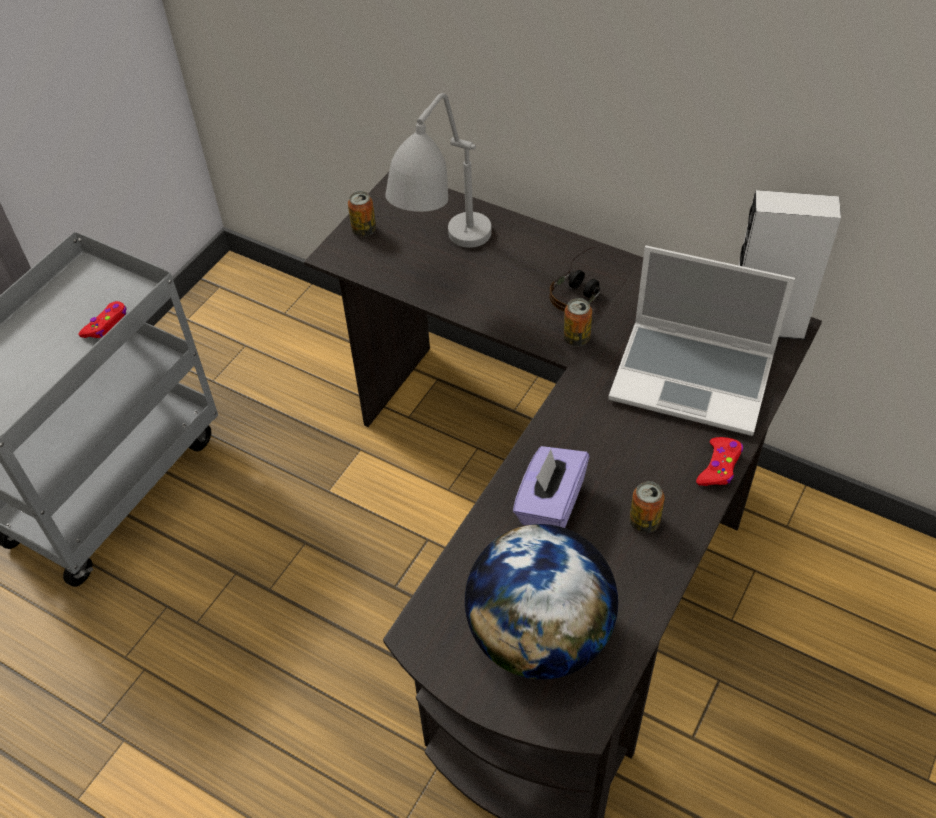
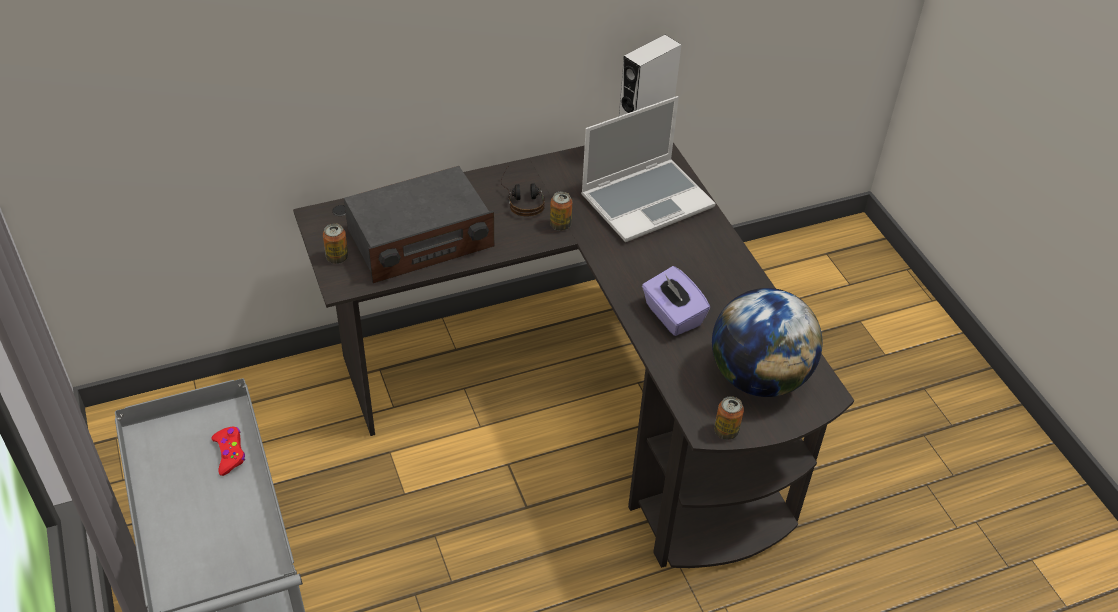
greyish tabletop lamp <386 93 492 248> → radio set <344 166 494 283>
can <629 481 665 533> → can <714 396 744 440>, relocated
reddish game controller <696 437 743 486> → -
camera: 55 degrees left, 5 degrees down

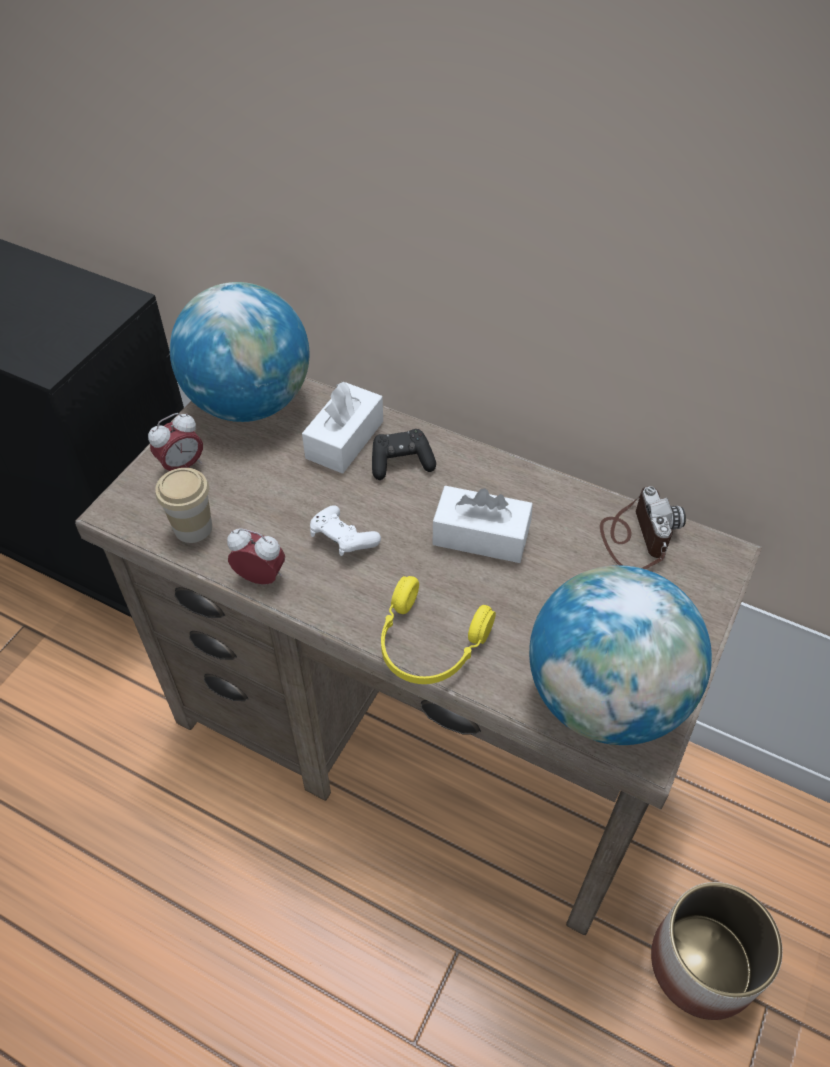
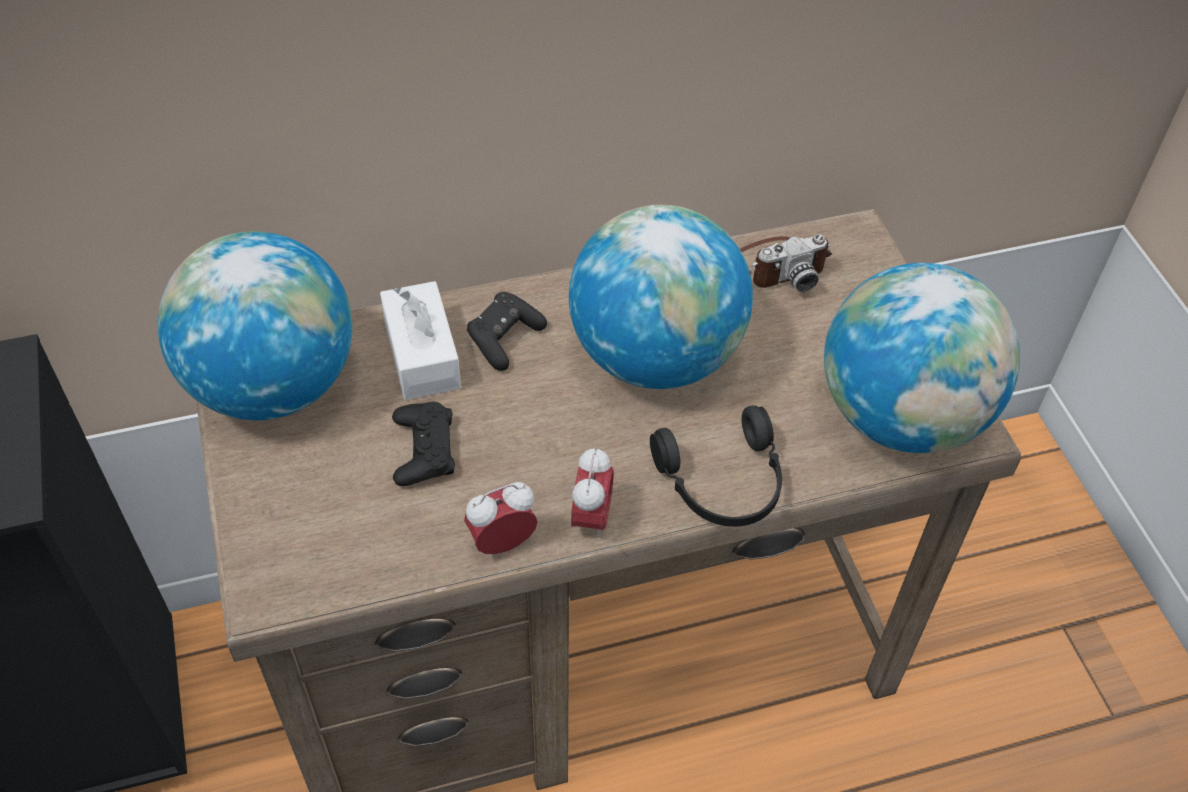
- → black game controller <392 402 455 486>
white box of tissues <432 486 533 563> → desk globe <569 205 753 389>
alarm clock <148 413 203 471> → alarm clock <571 447 614 541>, relocated
yellow pair of headphones <381 576 496 684> → black pair of headphones <650 406 782 527>
photo camera <600 486 686 569> → photo camera <740 234 832 292>, 120 degrees clockwise
drinking cup <155 468 212 543> → -
white game controller <310 505 381 556> → -
flower pot <651 882 783 1020> → -
camera: 45 degrees left, 0 degrees up

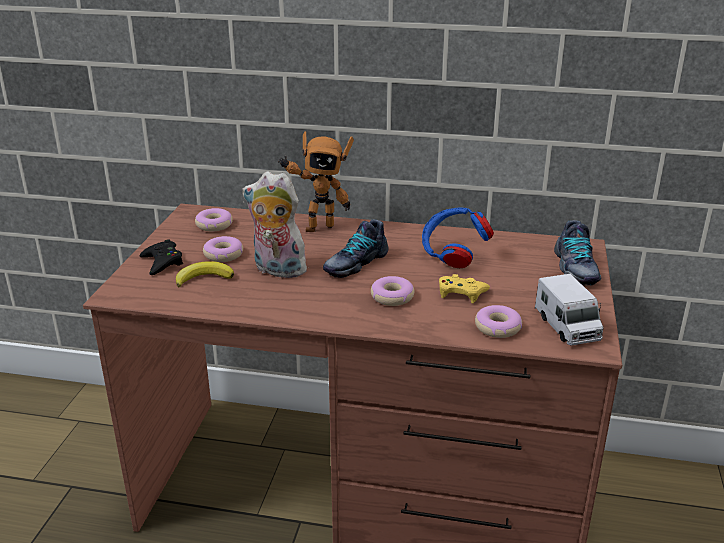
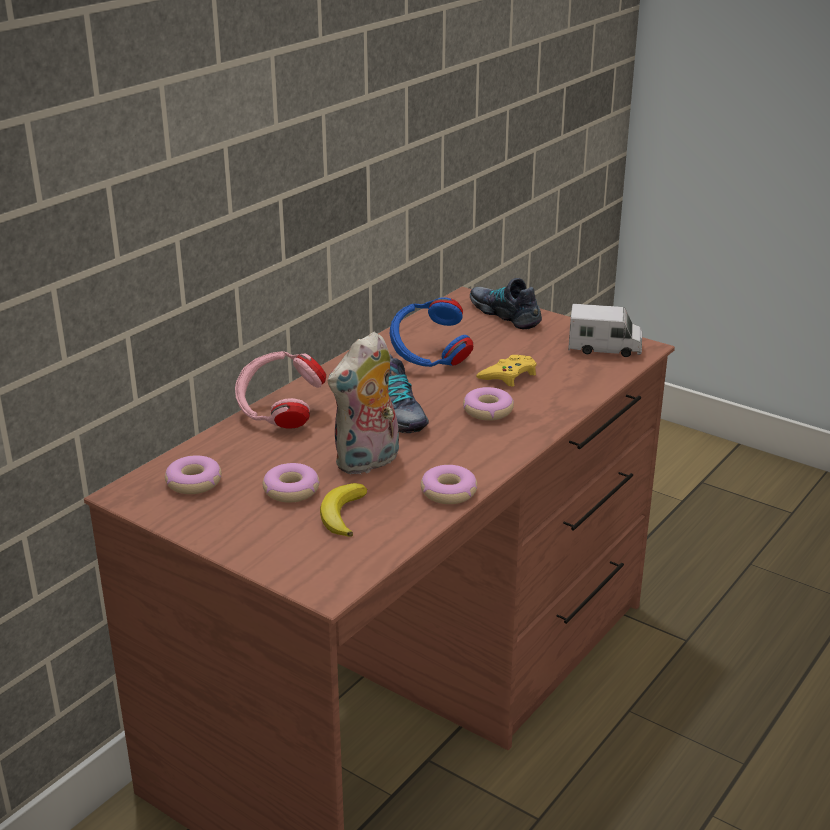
model robot <278 131 354 232> → pink-coloured pair of headphones <235 351 326 428>
donut <475 305 522 338> → donut <421 465 477 504>, relocated
item of footwear <554 220 601 285> → item of footwear <470 278 542 330>, 150 degrees counterclockwise
black game controller <140 239 183 275> → -
camera: 65 degrees left, 0 degrees up

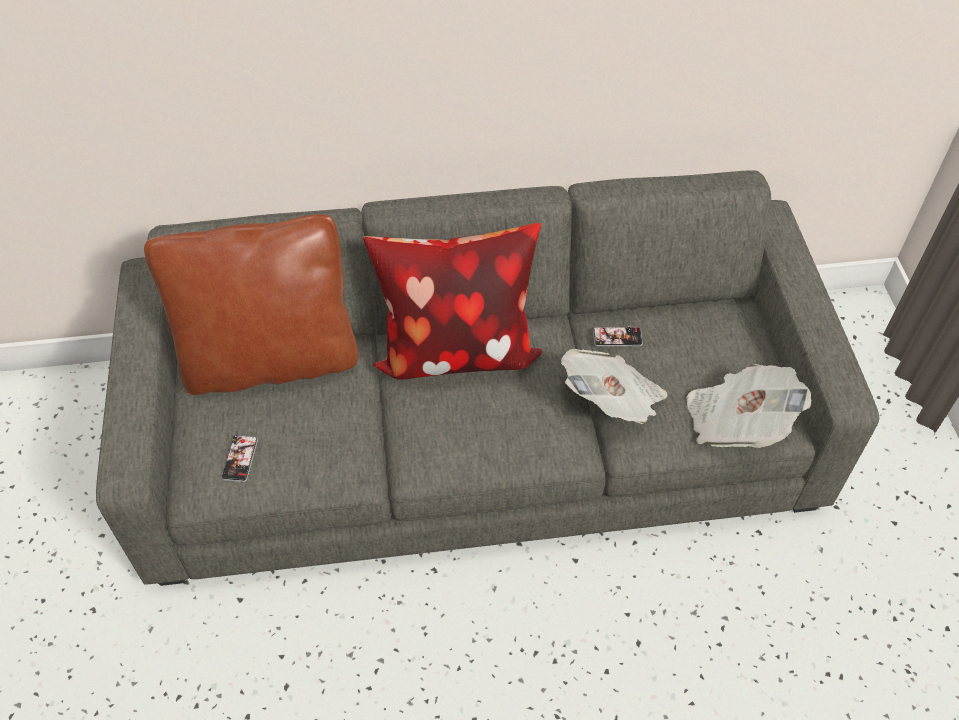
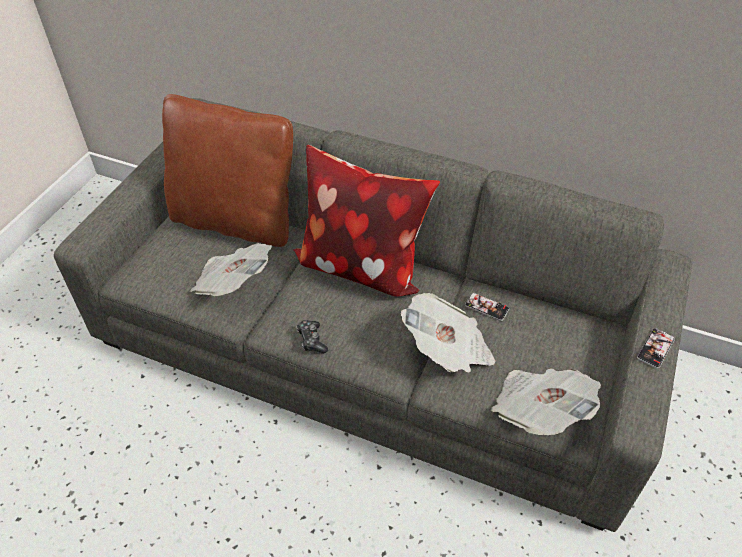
- → newspaper <190 243 272 296>
- → game controller <296 320 328 354>
handset <221 435 258 482> → handset <637 328 675 369>, relocated
camera: 30 degrees right, 5 degrees down

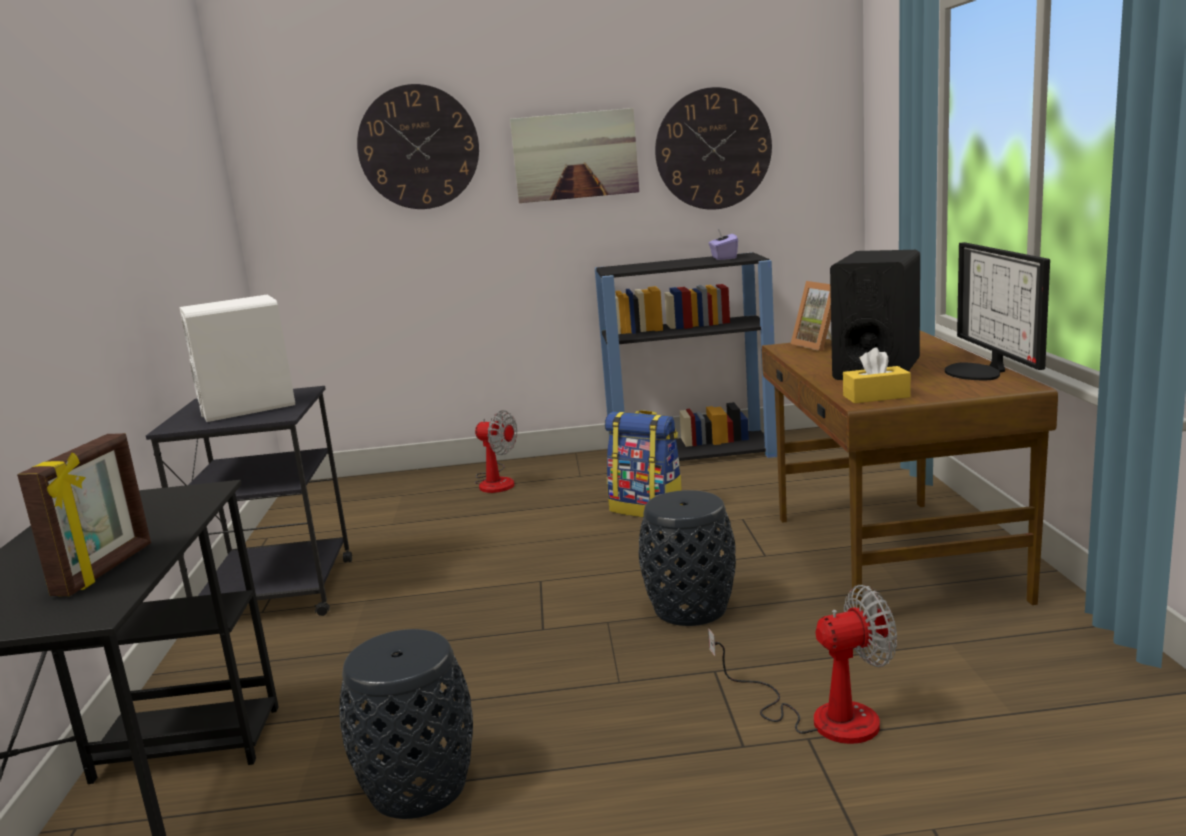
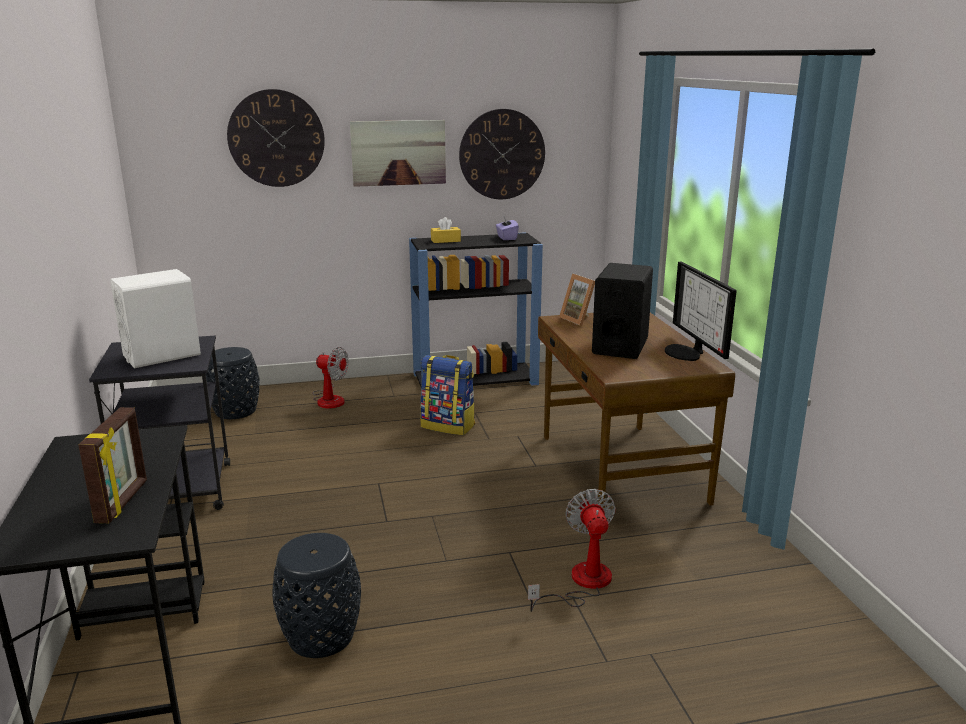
black sitting stool <639 490 736 626> → black sitting stool <206 347 260 419>, relocated
yellow box of tissues <843 347 911 404> → yellow box of tissues <431 217 461 243>, relocated
fan <708 585 897 744> → fan <528 489 615 612>, 75 degrees counterclockwise
camera: 10 degrees left, 5 degrees up

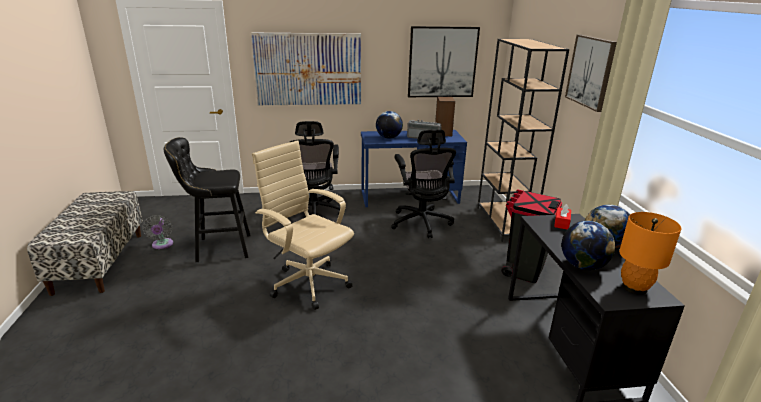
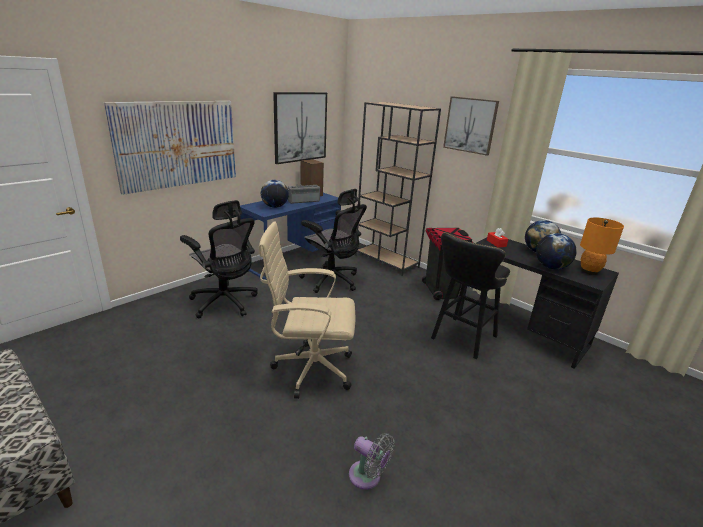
greyish fan <142 215 173 249> → greyish fan <349 433 394 490>, relocated
black sitting stool <164 137 250 262> → black sitting stool <431 232 510 359>, relocated
camera: 40 degrees left, 0 degrees up

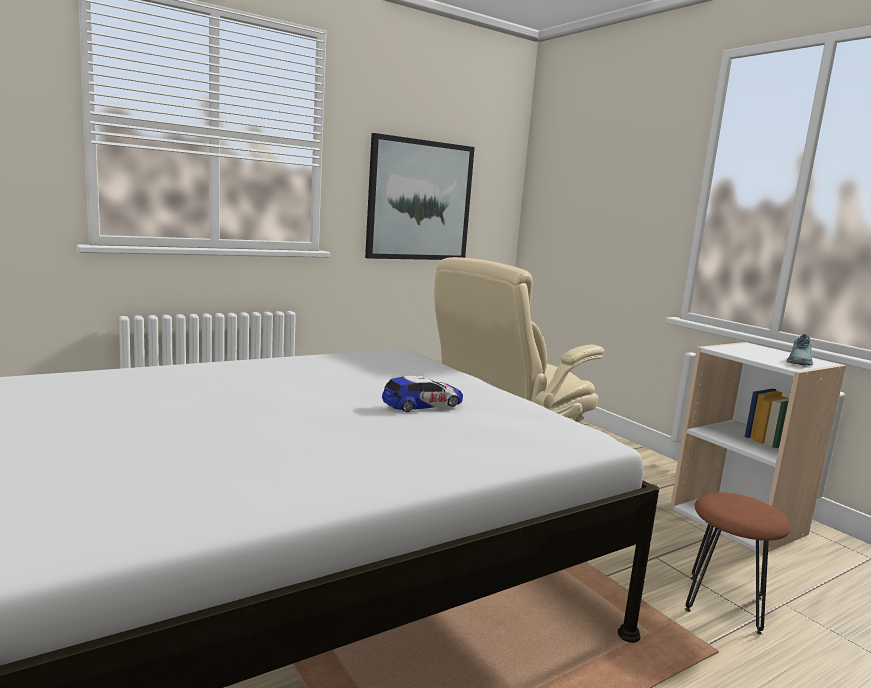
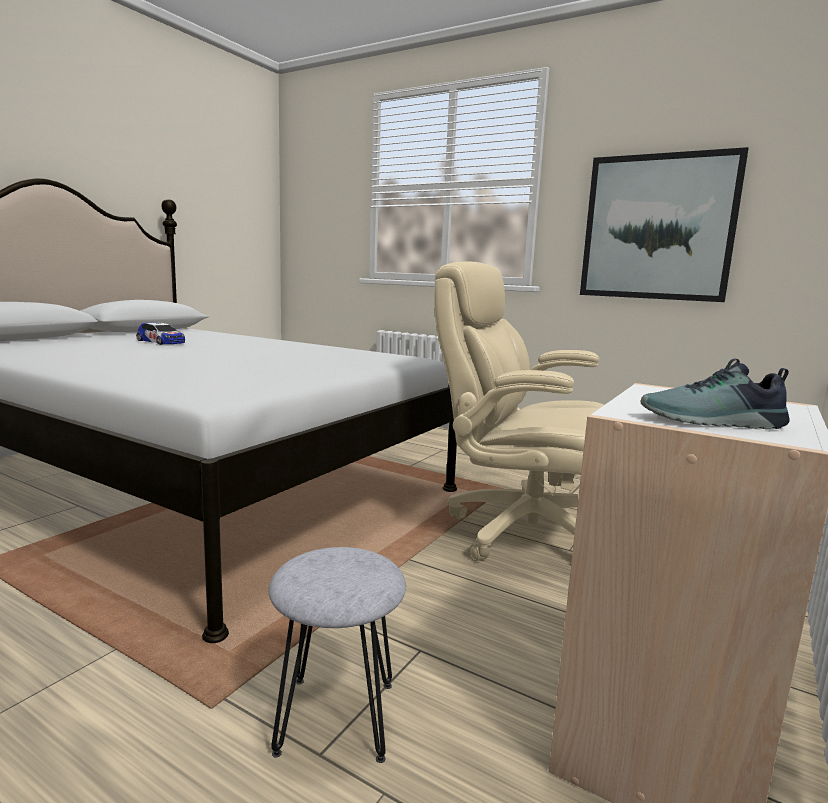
toy car <382 376 463 412> → toy car <136 322 185 345>, relocated
brown-coloured sitting stool <685 492 791 635> → greyish sitting stool <269 547 406 763>
camera: 65 degrees right, 0 degrees up

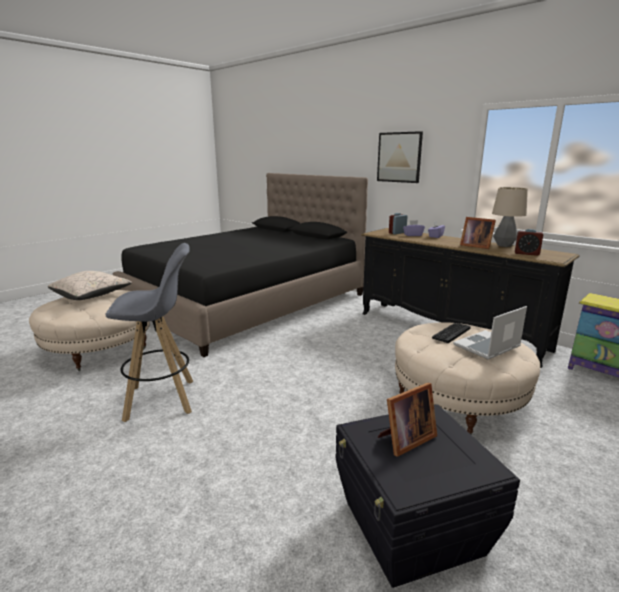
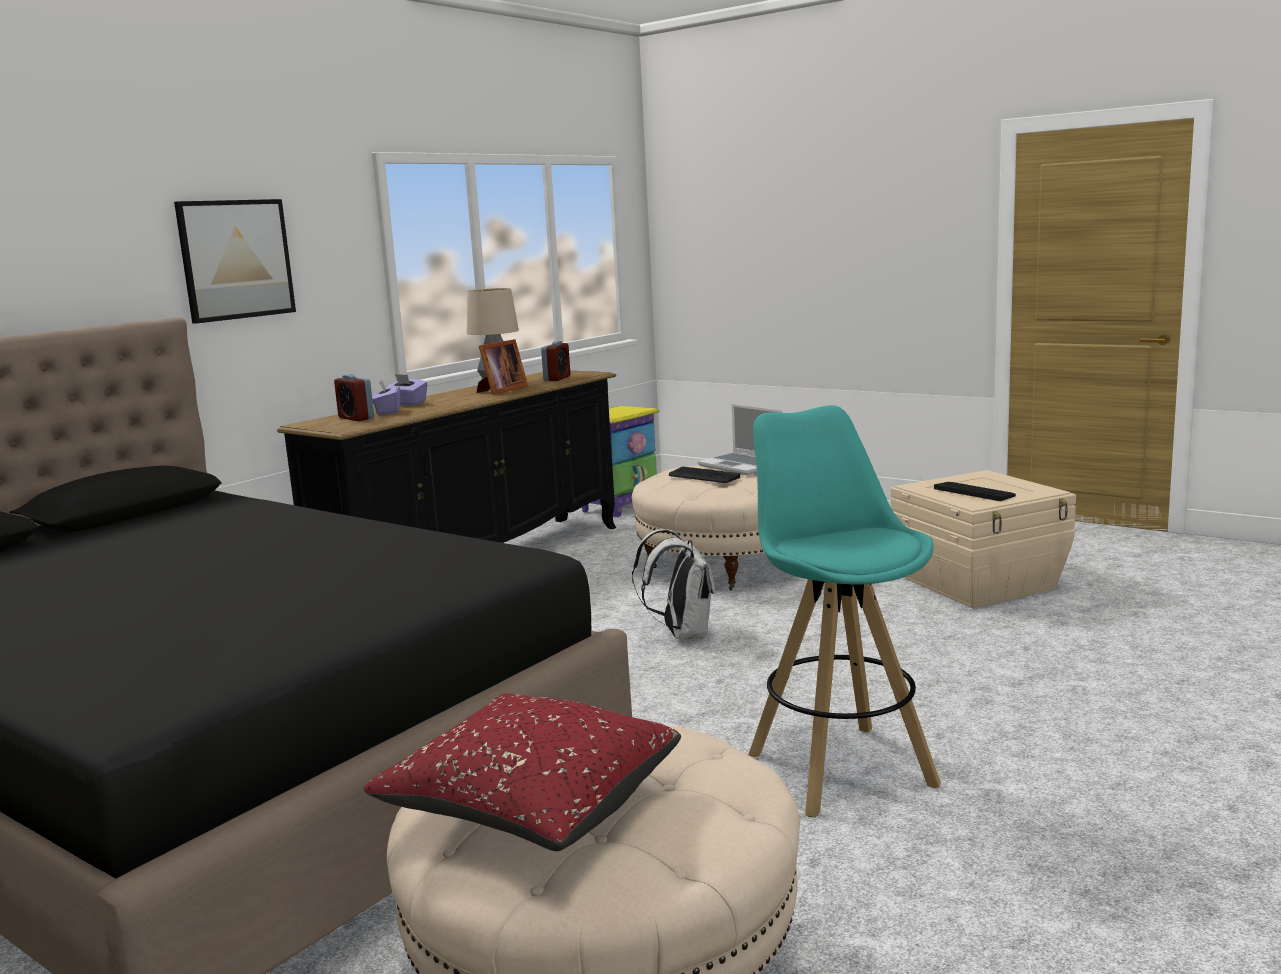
beige throw pillow <48 271 132 300> → reddish throw pillow <363 693 681 851>
- → white knapsack <632 529 715 639>
greyish sitting stool <105 243 193 422> → turquoise-coloured sitting stool <748 405 941 818>
black storage box <336 404 520 588> → beige storage box <891 470 1076 608>
standing frame <377 383 437 457> → keyboard <934 482 1016 501>
camera: 95 degrees left, 5 degrees down

